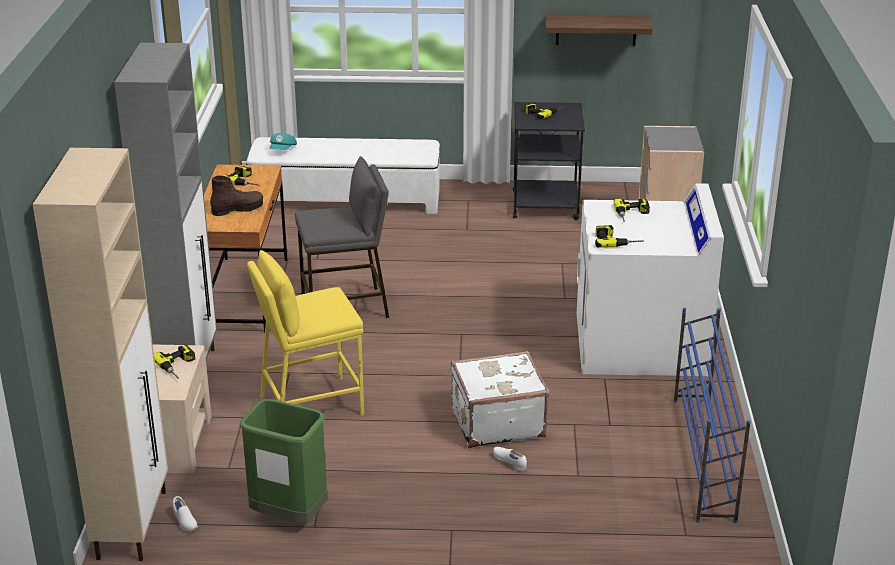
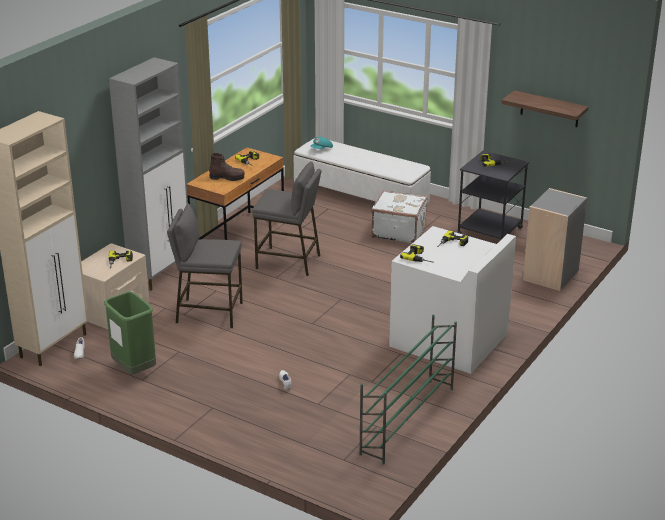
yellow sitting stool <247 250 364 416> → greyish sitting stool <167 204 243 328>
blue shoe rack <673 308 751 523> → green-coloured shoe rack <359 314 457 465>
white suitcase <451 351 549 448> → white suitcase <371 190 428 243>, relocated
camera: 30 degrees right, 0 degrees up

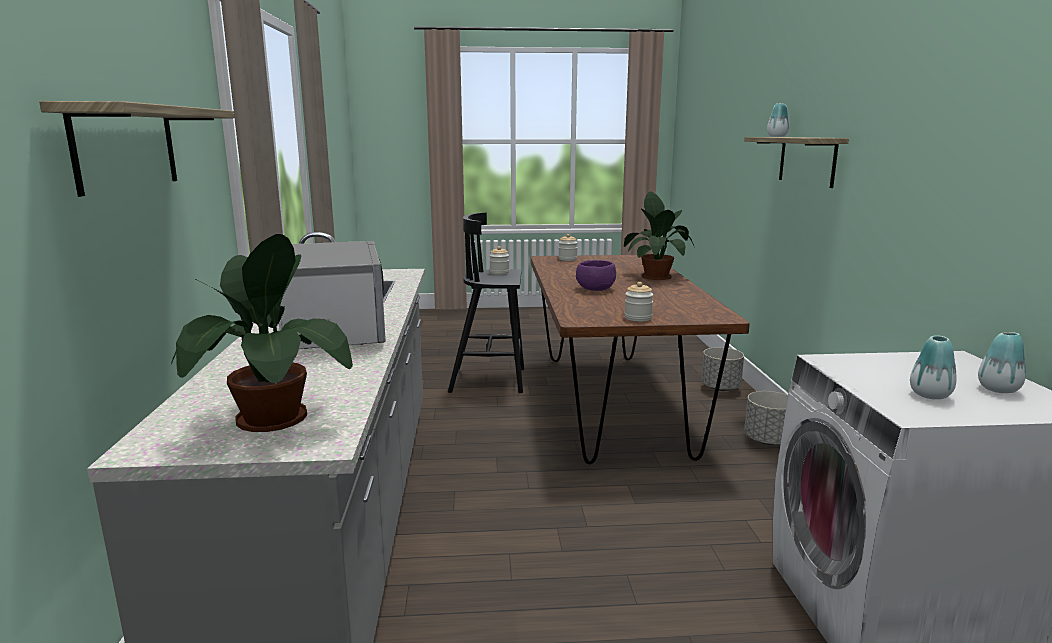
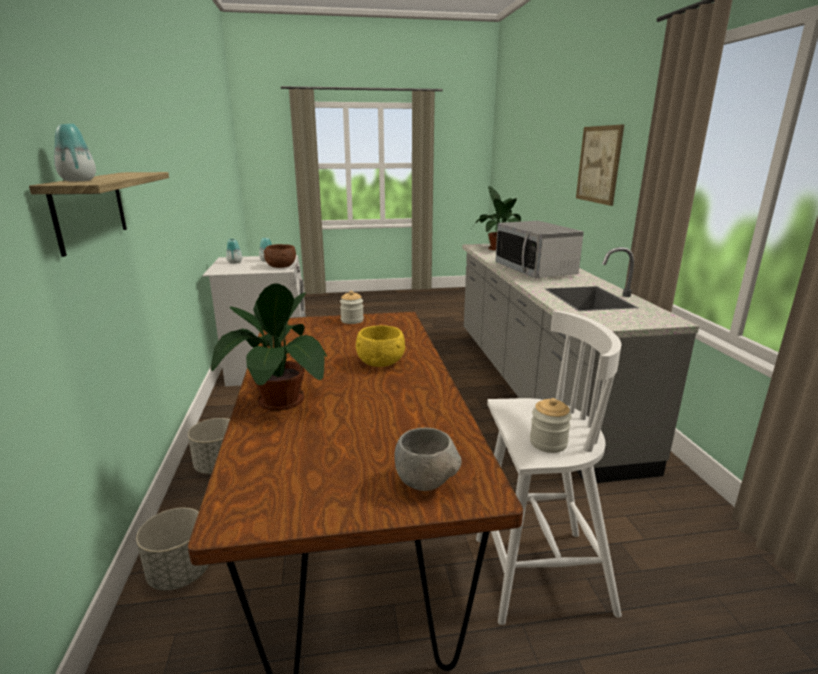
- → brown-coloured deep dish <264 244 296 268>
purplish deep dish <576 260 616 291> → yellow deep dish <356 325 405 367>
jar <558 234 578 261> → greyish deep dish <394 428 462 491>
black sitting stool <448 212 524 393> → white sitting stool <476 311 622 625>
shelf <39 101 234 197> → wall art <576 125 624 206>
camera: 175 degrees right, 5 degrees up

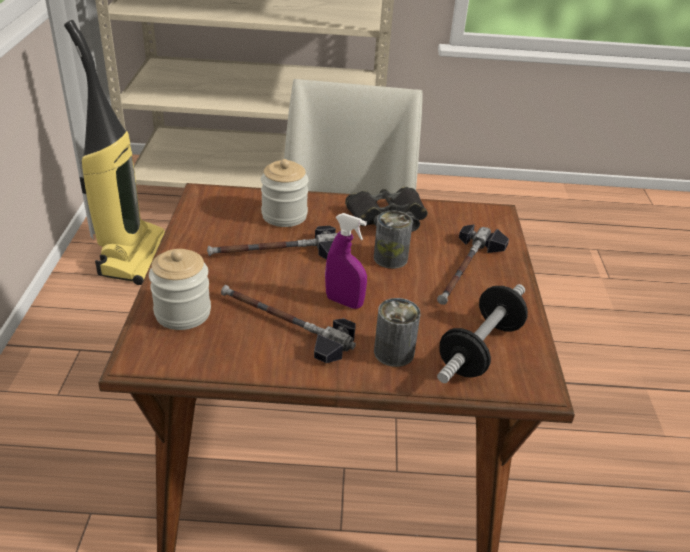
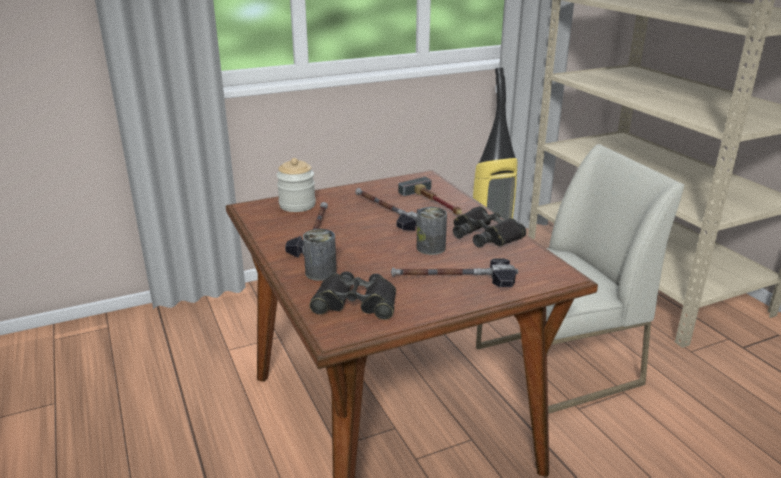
hand weight <437 284 528 383> → black field glasses <309 271 396 320>
jar <261 159 309 227> → hammer <398 177 462 215>
purplish spray bottle <325 213 367 309> → -
camera: 65 degrees right, 10 degrees down

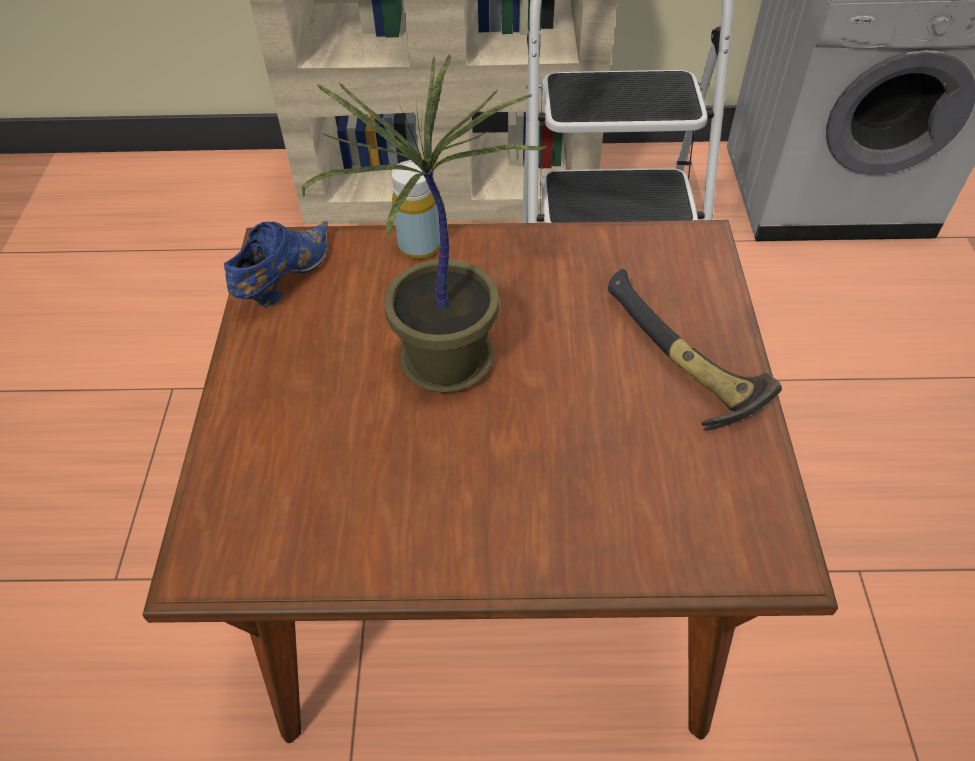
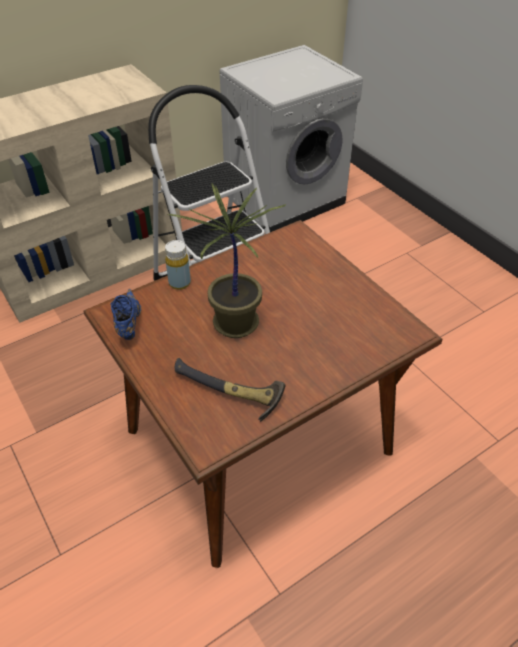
hammer <608 269 782 431> → hammer <175 358 286 422>, relocated
camera: 35 degrees left, 5 degrees down

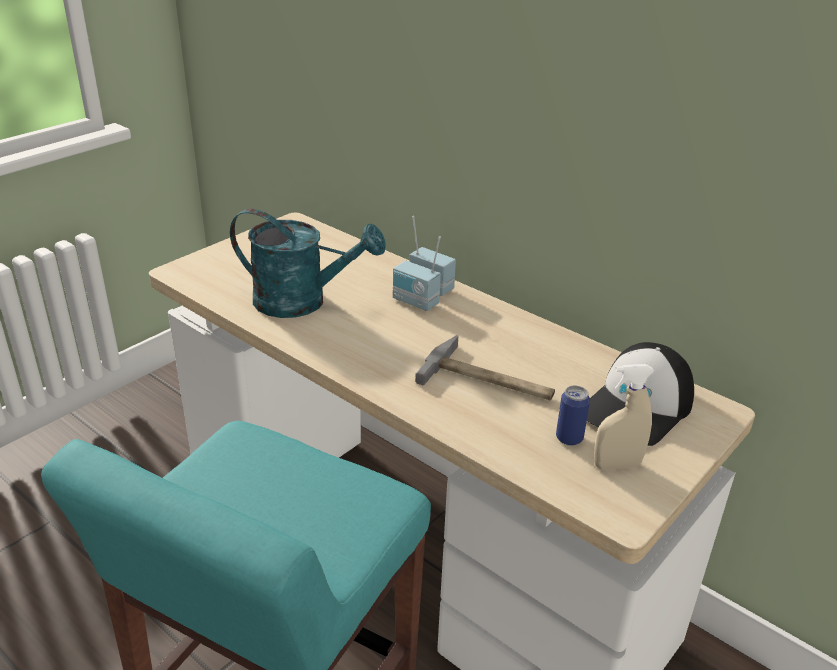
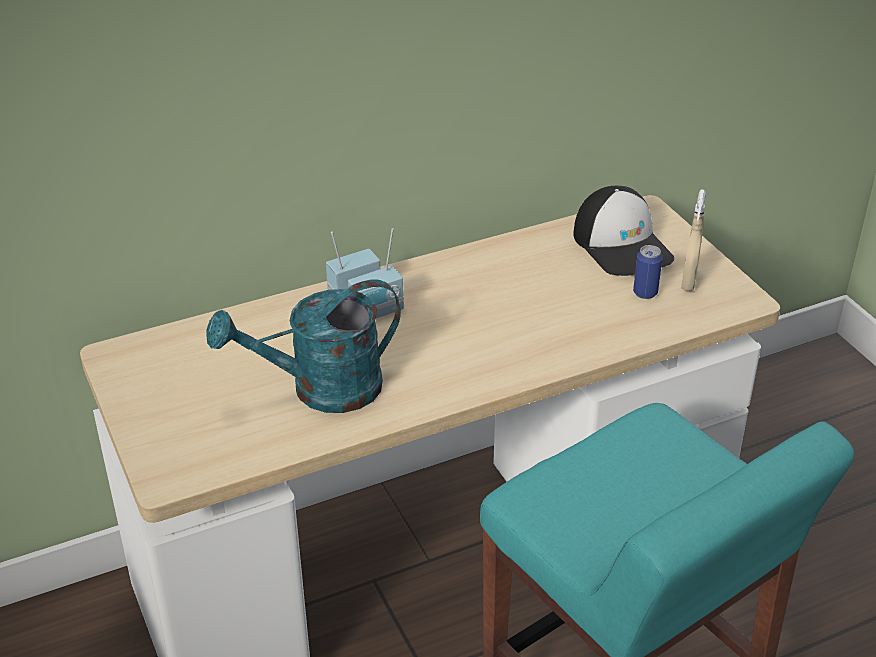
turquoise-coloured sprinkling can <230 209 386 318> → turquoise-coloured sprinkling can <206 279 401 413>, 150 degrees counterclockwise
hammer <415 335 555 400> → -
camera: 65 degrees left, 5 degrees up

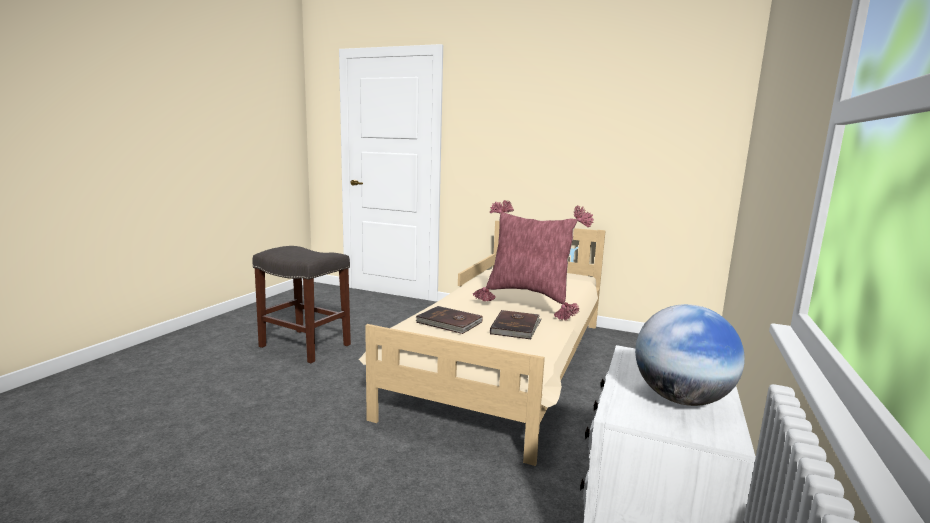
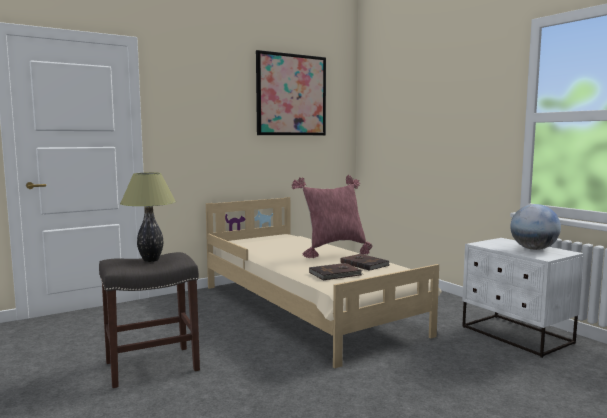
- → tabletop lamp <120 172 176 262>
- → wall art <256 50 326 135>
camera: 55 degrees left, 5 degrees down

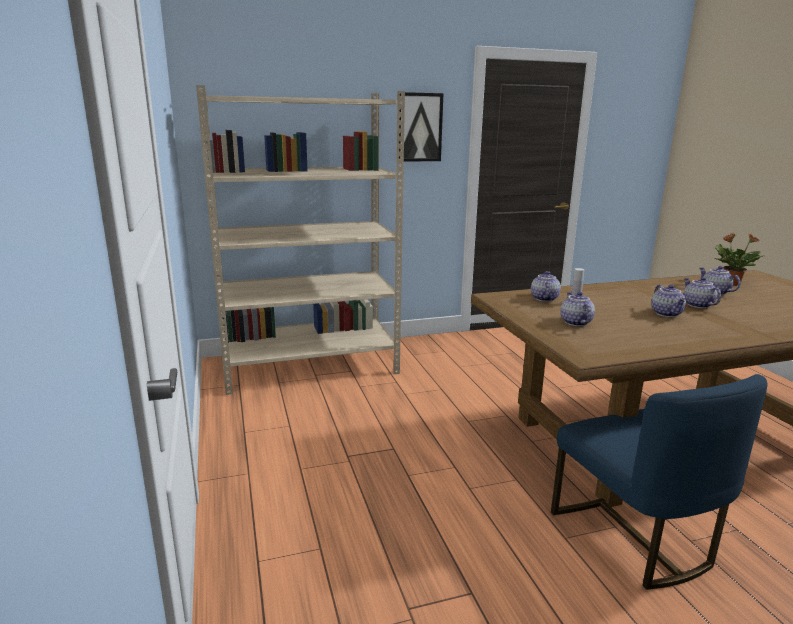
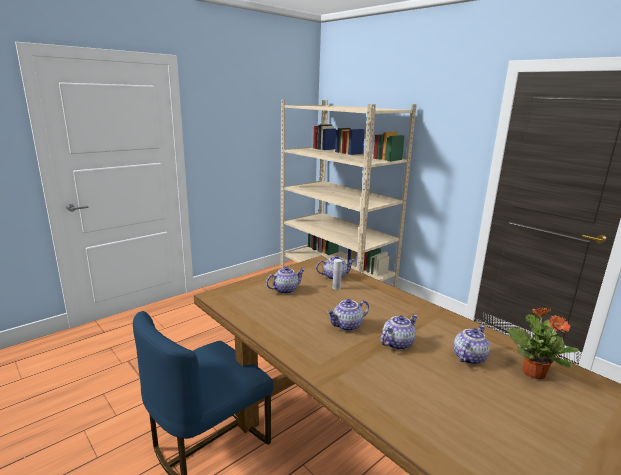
wall art <399 92 443 162> → -
camera: 65 degrees right, 0 degrees up

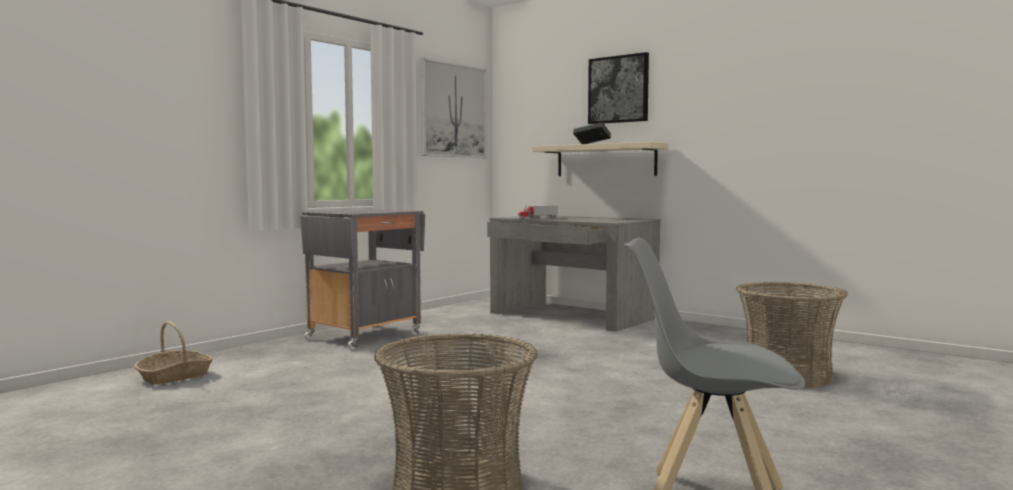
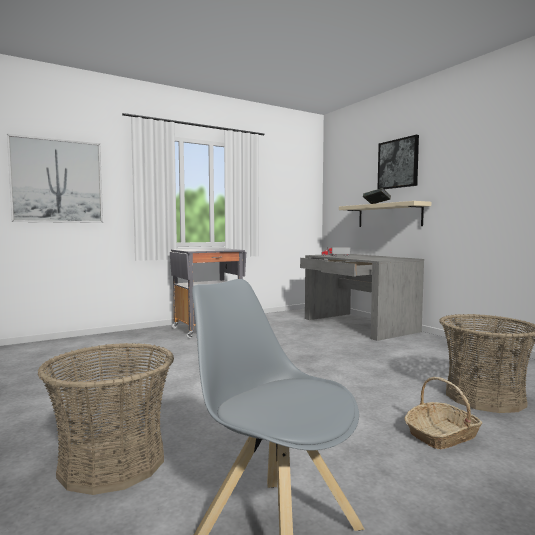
wall art <420 58 487 158> → wall art <7 134 103 223>, relocated
storage basket <134 321 213 385> → storage basket <404 377 482 450>, relocated
camera: 20 degrees right, 0 degrees up

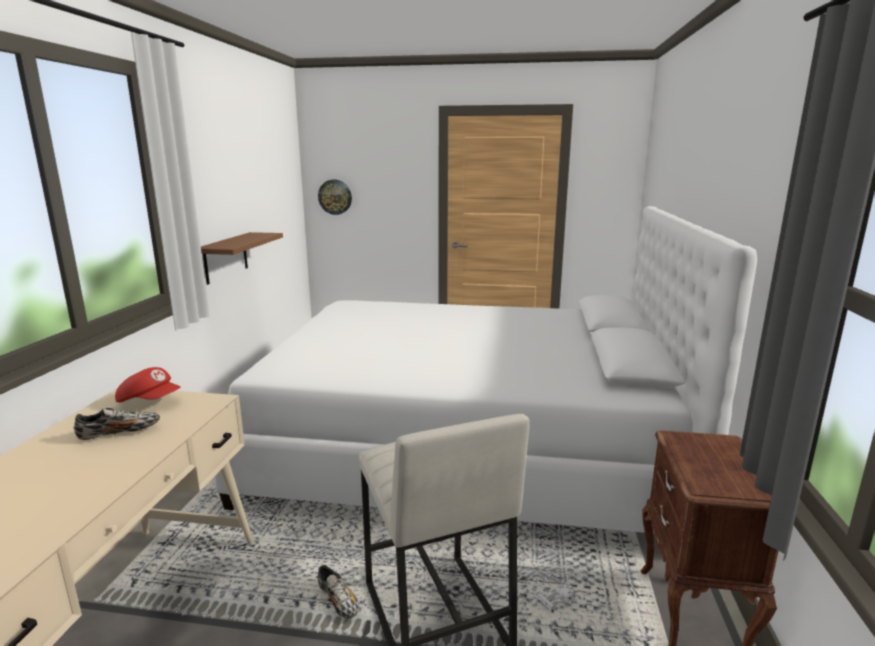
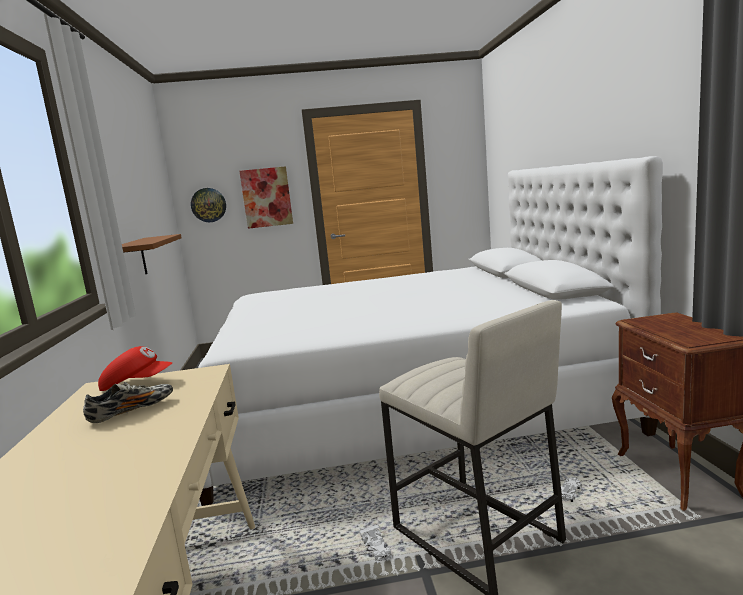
- → wall art <239 166 293 229>
item of footwear <318 565 359 619> → white toy car <359 524 393 563>
camera: 15 degrees left, 5 degrees down

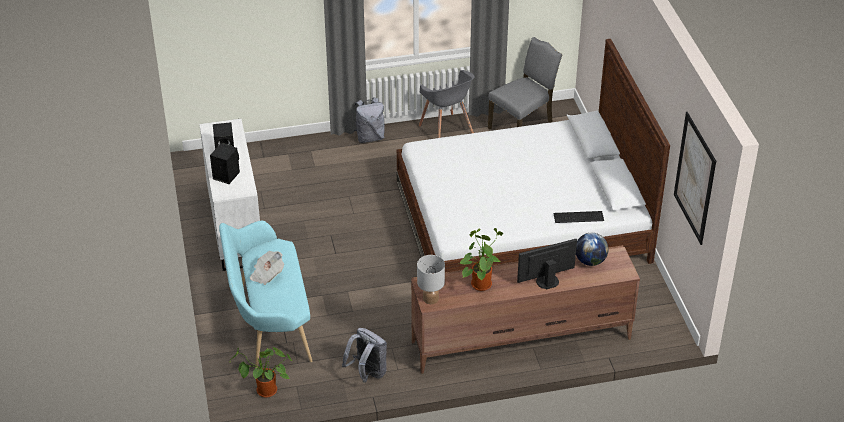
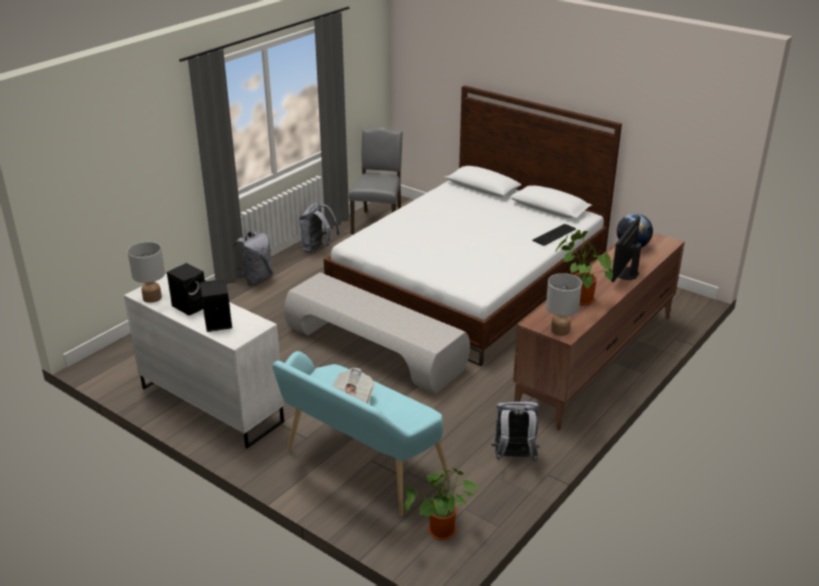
- → greyish tabletop lamp <128 242 165 303>
- → greyish bench <284 272 470 394>
greyish upright chair <419 70 474 138> → greyish knapsack <299 202 340 253>
wall art <674 112 716 245> → -
camera: 40 degrees left, 10 degrees down

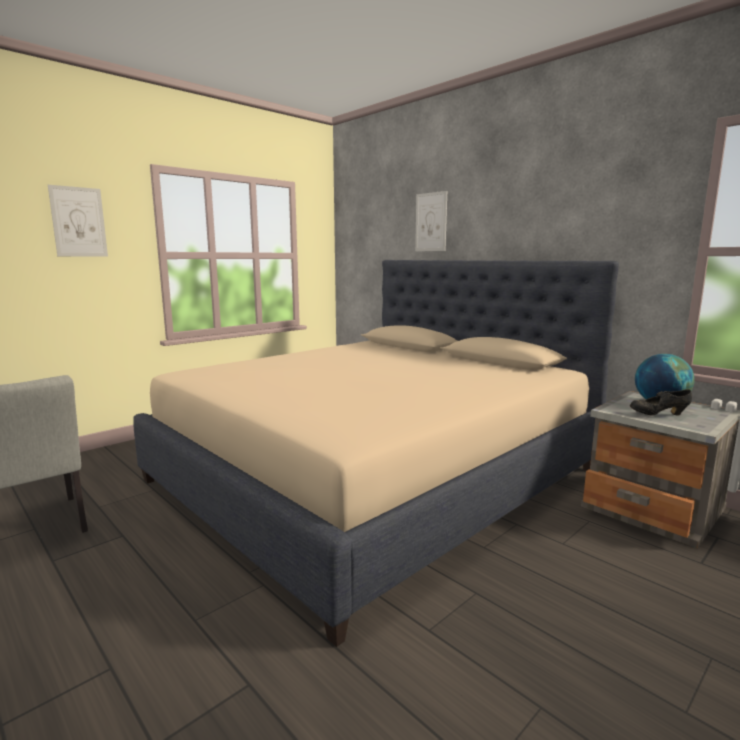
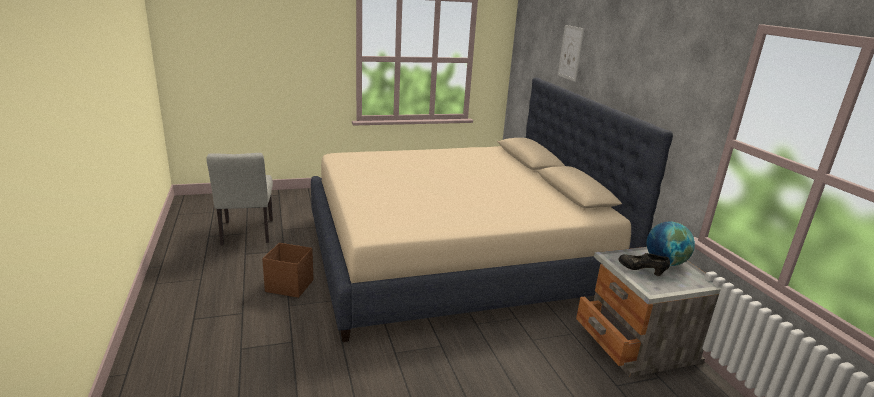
- → brown-coloured storage box <262 243 313 298>
wall art <48 185 108 256> → -
camera: 25 degrees right, 10 degrees up

